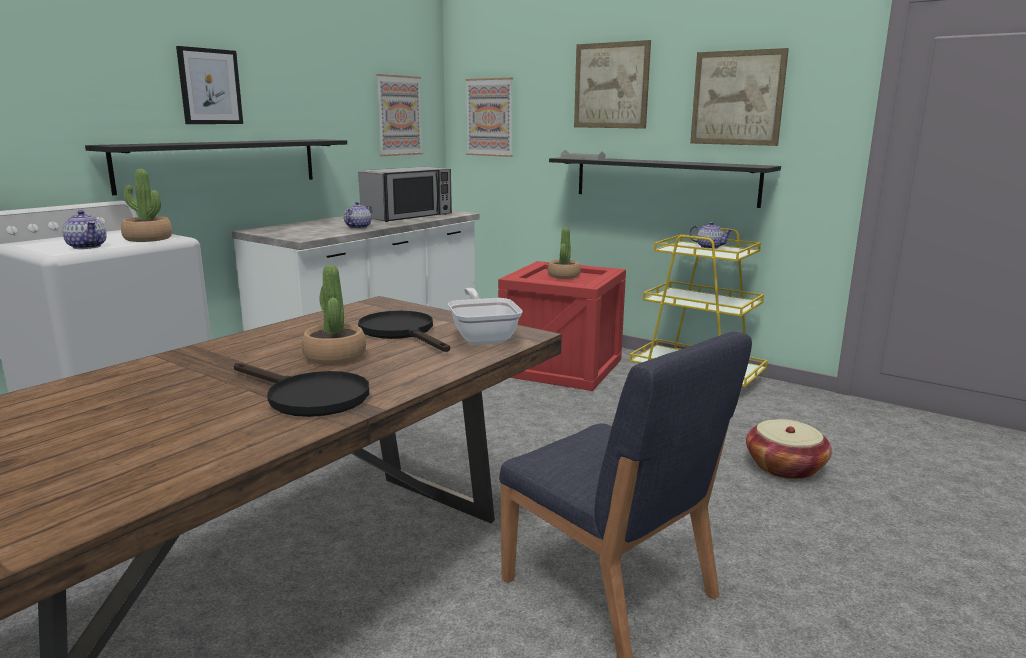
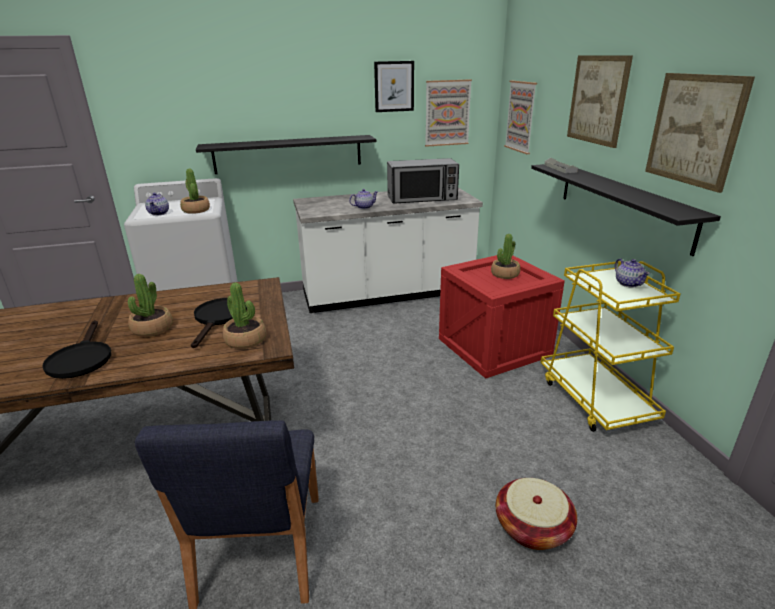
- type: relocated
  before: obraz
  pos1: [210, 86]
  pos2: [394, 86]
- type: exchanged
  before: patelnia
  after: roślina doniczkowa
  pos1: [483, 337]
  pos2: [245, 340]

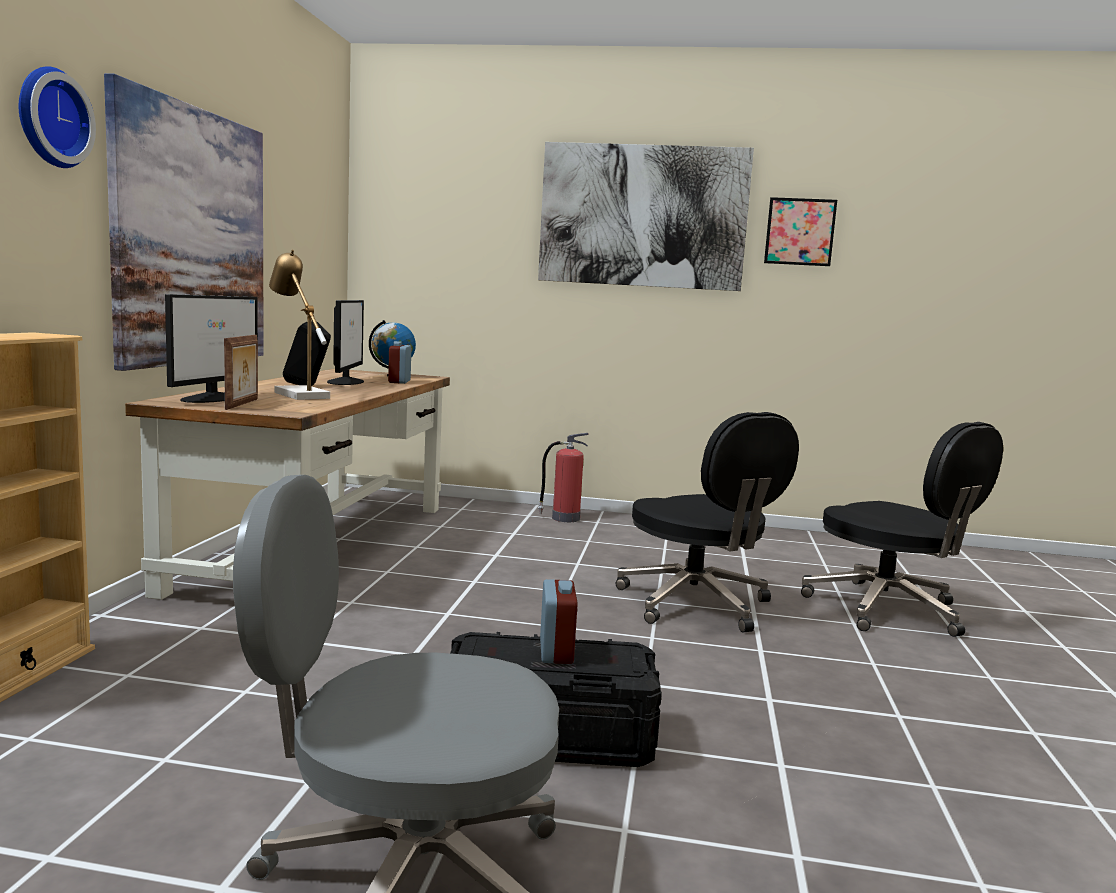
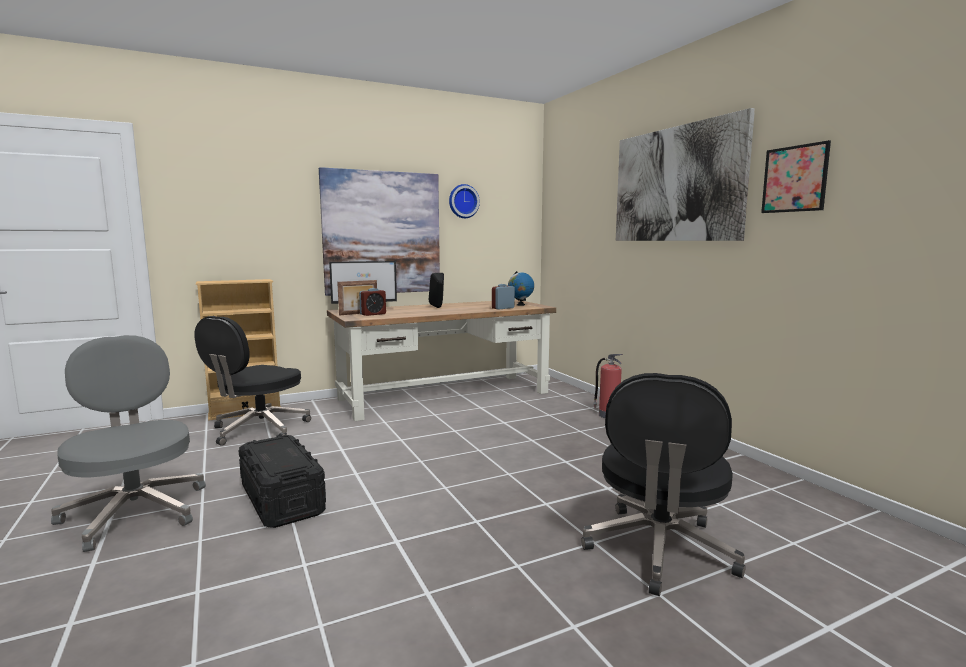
- type: relocated
  before: zegar ścienny
  pos1: [49, 118]
  pos2: [463, 201]
- type: missing
  before: lampa stołowa
  pos1: [297, 394]
- type: missing
  before: monitor
  pos1: [346, 381]
- type: relocated
  before: krzesło biurowe (czarny)
  pos1: [696, 604]
  pos2: [258, 430]
- type: relocated
  before: budzik
  pos1: [556, 651]
  pos2: [373, 314]

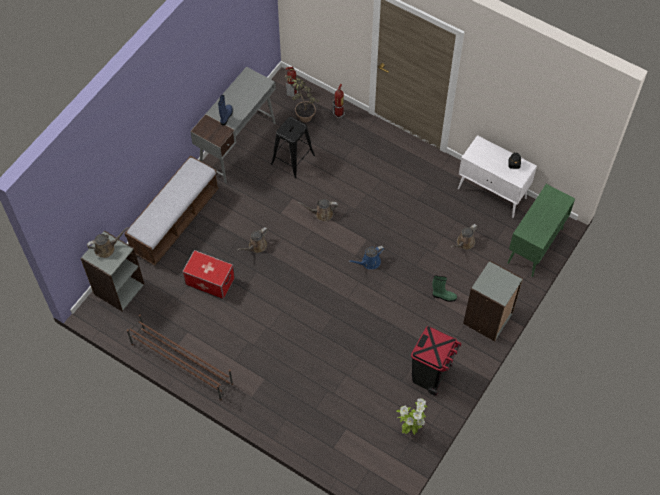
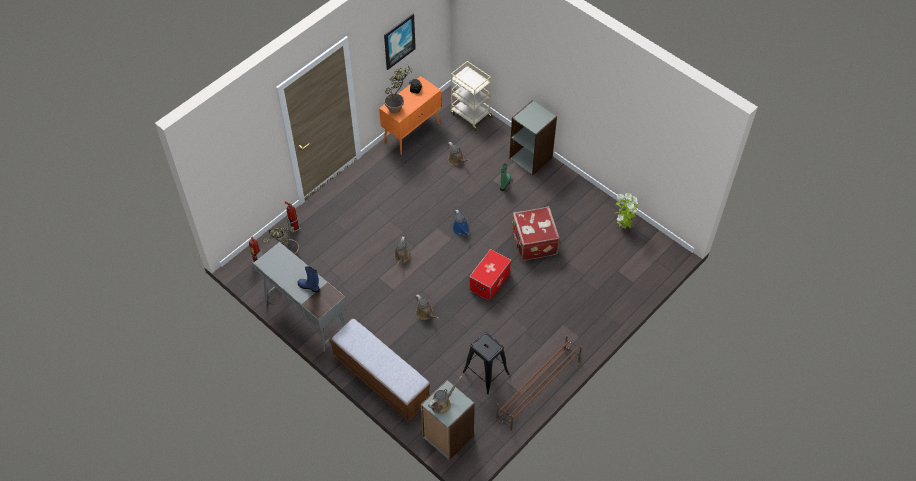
- type: relocated
  before: stołek (czarny)
  pos1: [293, 159]
  pos2: [485, 373]
- type: colour
  before: szafka (biały)
  after: szafka (pomarańczowy)
  pos1: [492, 193]
  pos2: [412, 132]
- type: exchanged
  before: szafka (zielony)
  after: wózek (beżowy)
  pos1: [535, 247]
  pos2: [470, 115]
- type: spun
  before: konewka (brązowy)
  pos1: [106, 248]
  pos2: [442, 403]
  turn: 60
- type: relocated
  before: pojemnik do przechowywania
  pos1: [209, 281]
  pos2: [489, 282]
- type: missing
  before: kosz na śmieci (czarny)
  pos1: [430, 375]
- type: appeared
  after: obraz
  pos2: [399, 41]
- type: appeared
  after: roślina doniczkowa
  pos2: [398, 107]
- type: appeared
  after: walizka (czerwony)
  pos2: [533, 242]

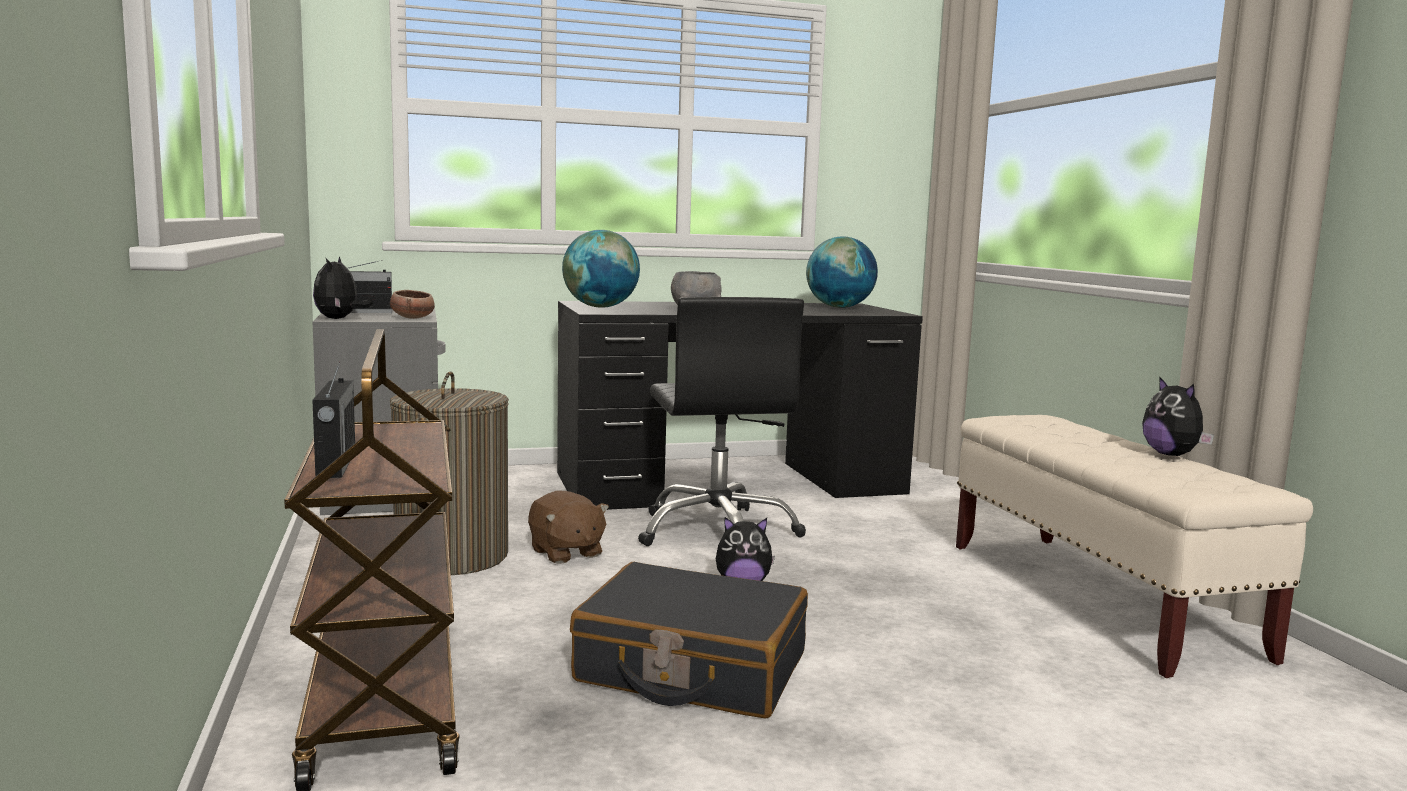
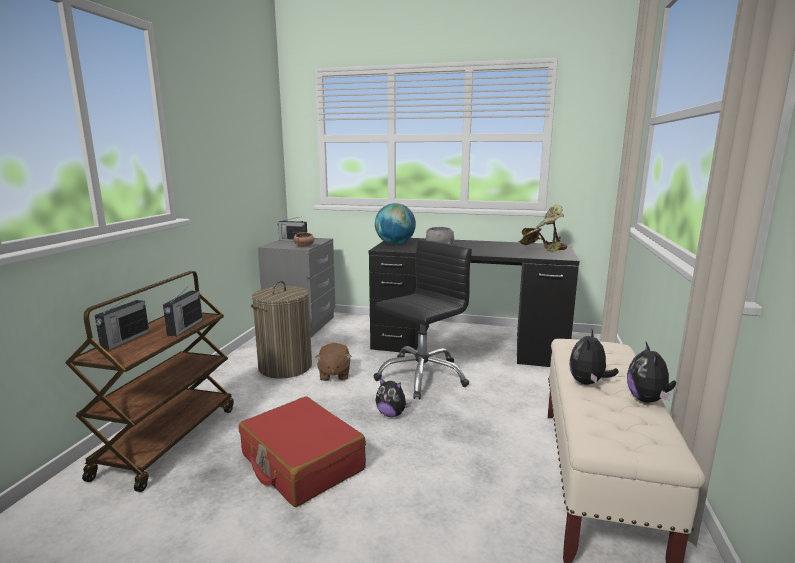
- type: exchanged
  before: globus
  after: roślina doniczkowa
  pos1: [839, 307]
  pos2: [541, 249]
- type: relocated
  before: pluszak
  pos1: [339, 319]
  pos2: [588, 383]
- type: spun
  before: krzesło biurowe (czarny)
  pos1: [718, 532]
  pos2: [421, 376]
  turn: -150
- type: colour
  before: walizka (czarny)
  after: walizka (czerwony)
  pos1: [691, 668]
  pos2: [301, 462]
- type: appeared
  after: radio
  pos2: [184, 327]

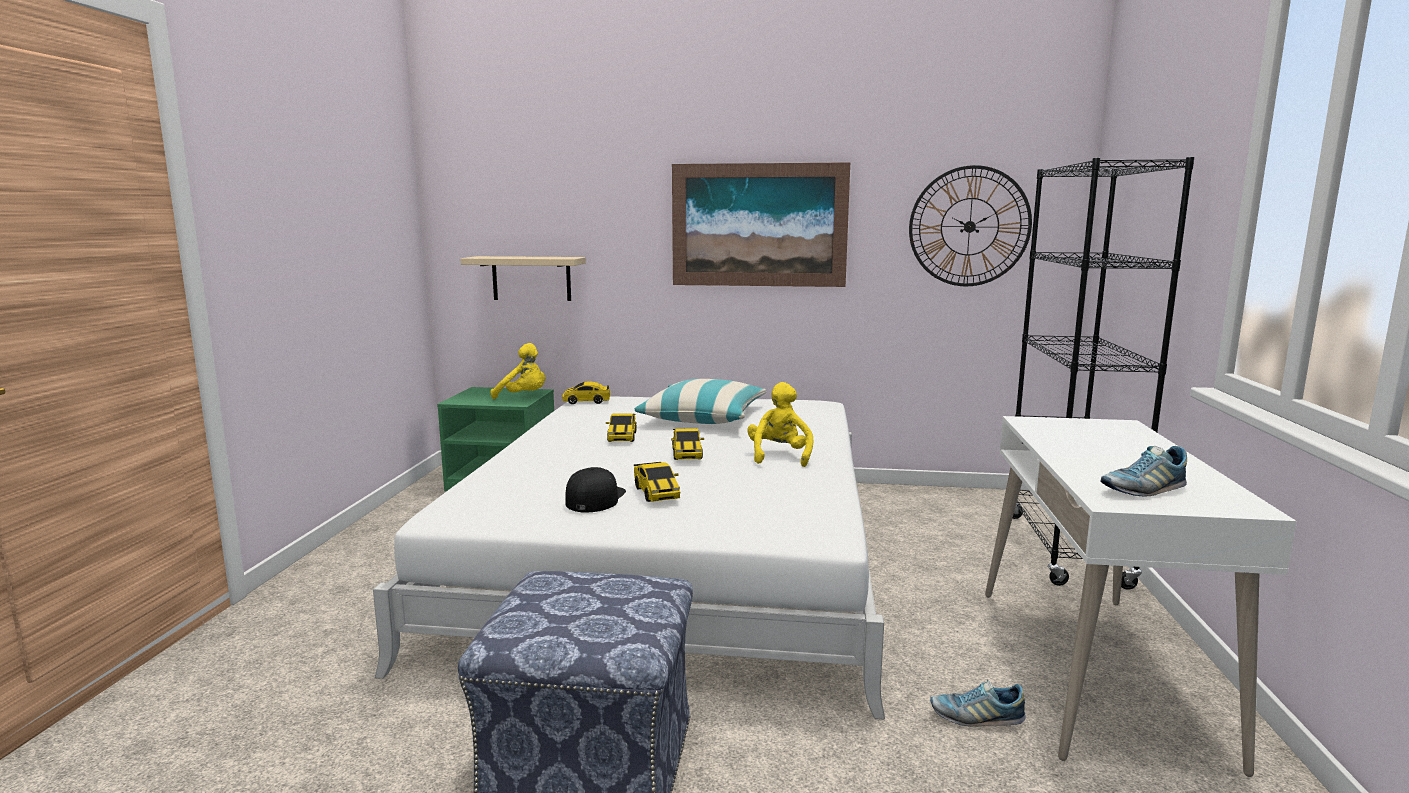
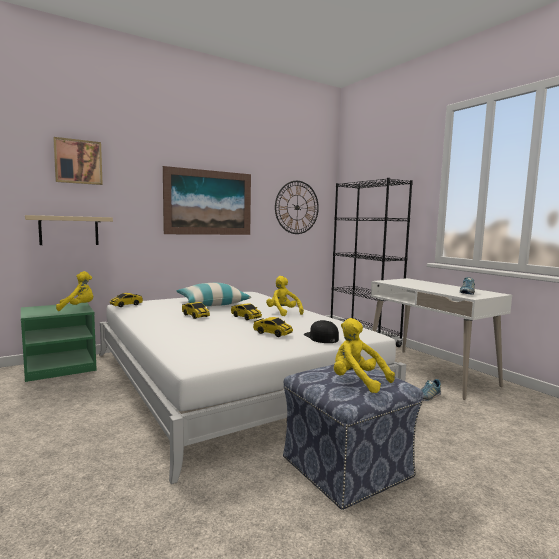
- type: relocated
  before: czapka z daszkiem (czarny)
  pos1: [595, 498]
  pos2: [321, 337]
- type: appeared
  after: obraz
  pos2: [78, 162]
- type: appeared
  after: pluszak (żółty)
  pos2: [357, 381]

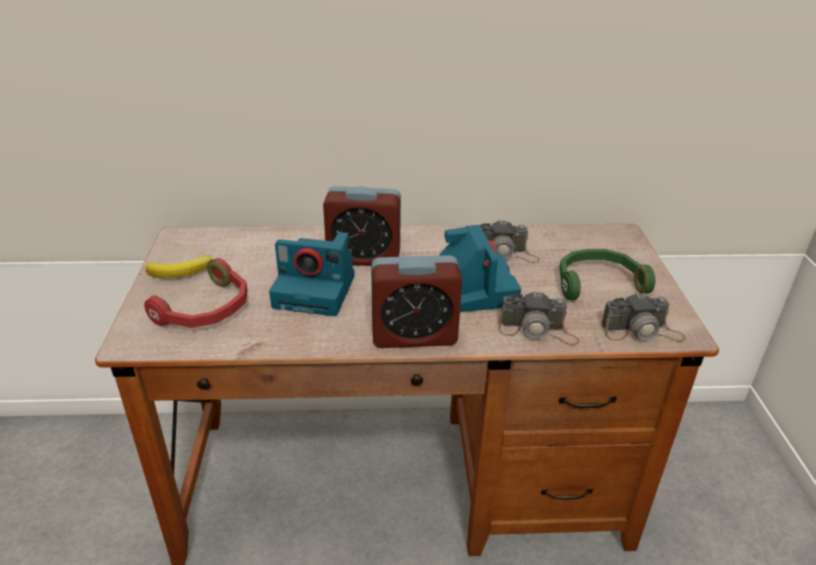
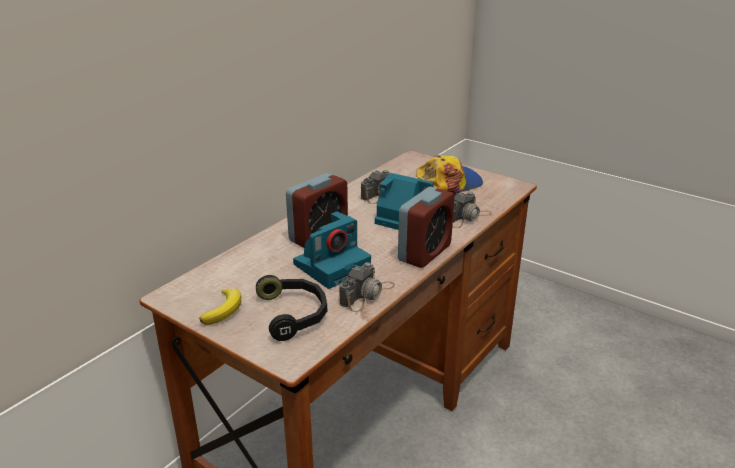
- type: exchanged
  before: słuchawki (zielony)
  after: czapka z daszkiem
  pos1: [597, 283]
  pos2: [448, 184]
- type: colour
  before: słuchawki (czerwony)
  after: słuchawki (czarny)
  pos1: [207, 310]
  pos2: [294, 314]
- type: relocated
  before: aparat fotograficzny
  pos1: [642, 331]
  pos2: [367, 294]

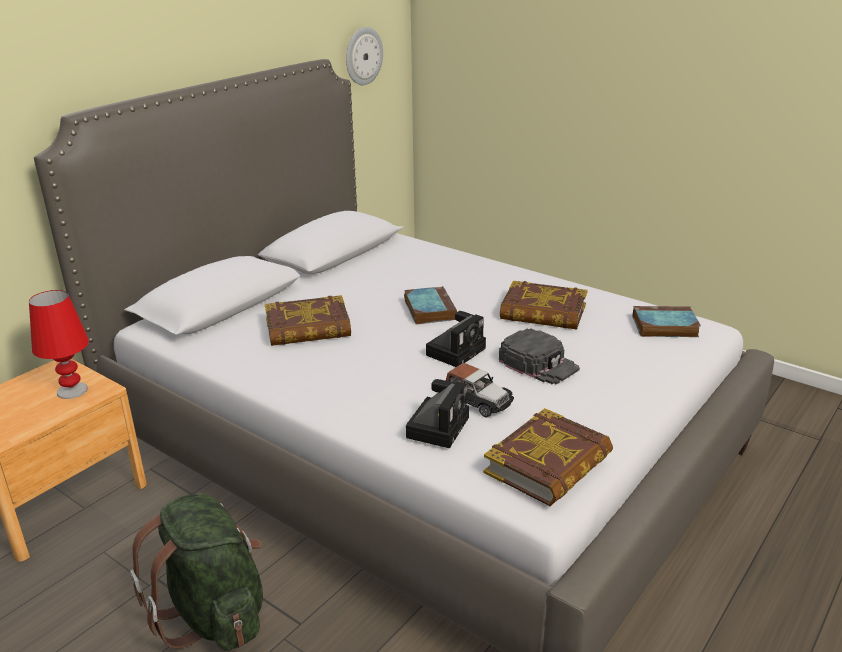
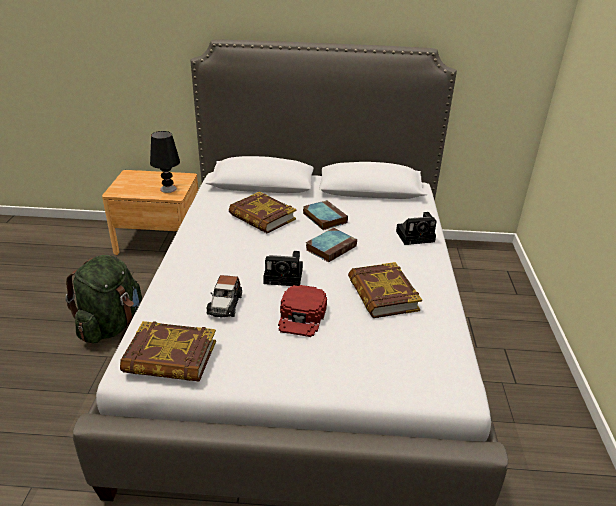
- type: missing
  before: zegar ścienny
  pos1: [363, 56]
- type: colour
  before: lampa stołowa (czerwony)
  after: lampa stołowa (czarny)
  pos1: [72, 390]
  pos2: [168, 189]
- type: relocated
  before: książka
  pos1: [663, 326]
  pos2: [324, 217]
- type: colour
  before: czapka z daszkiem (czarny)
  after: czapka z daszkiem (czerwony)
  pos1: [539, 363]
  pos2: [302, 316]
- type: relocated
  before: aparat fotograficzny
  pos1: [438, 426]
  pos2: [416, 236]

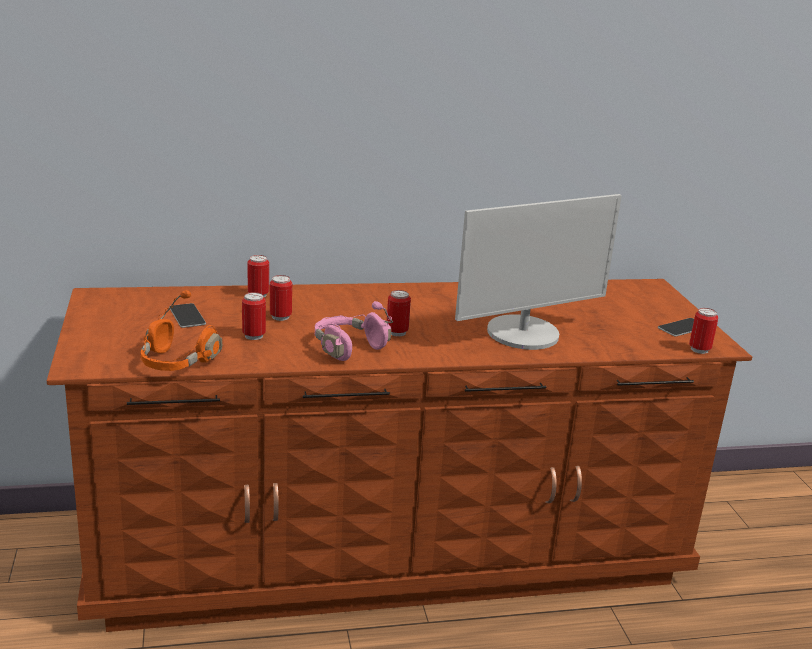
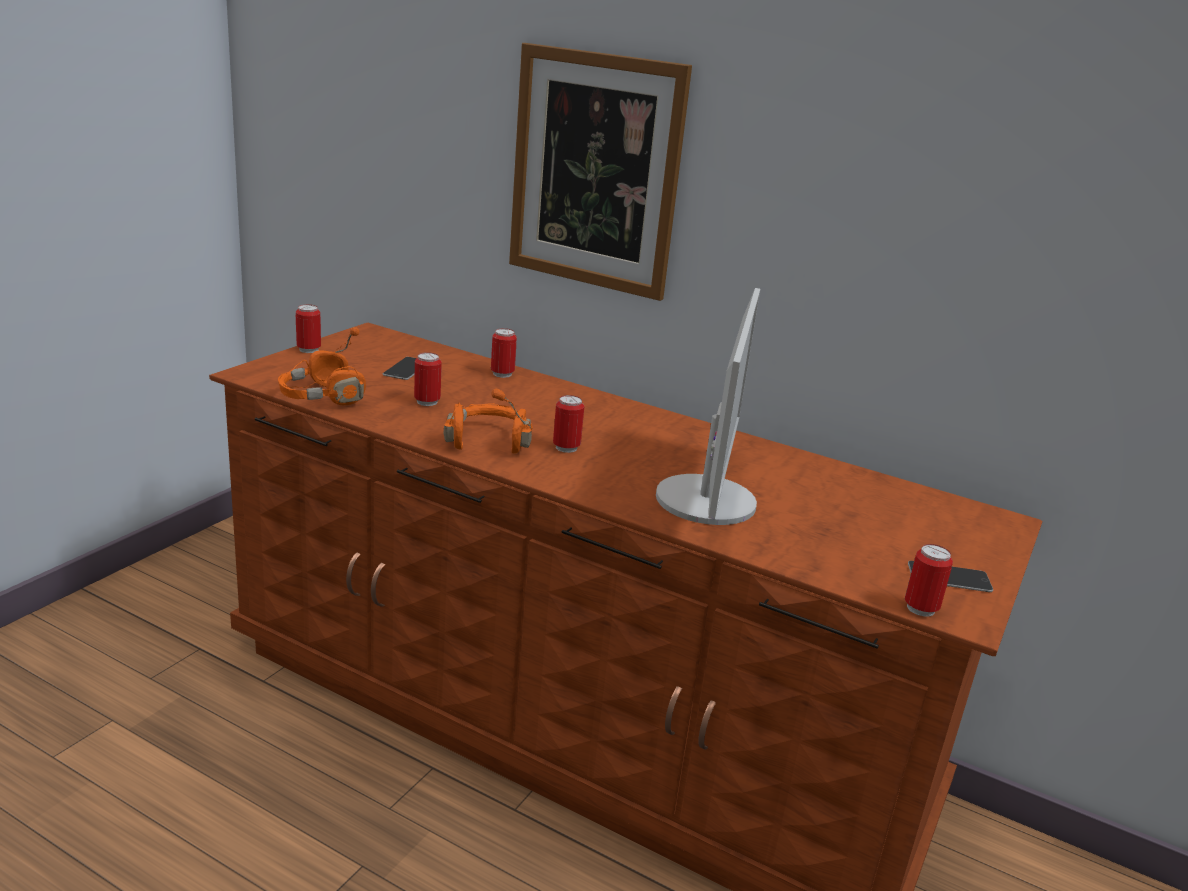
- type: spun
  before: monitor
  pos1: [524, 333]
  pos2: [707, 501]
  turn: -90
- type: relocated
  before: puszka
  pos1: [280, 317]
  pos2: [308, 350]
- type: colour
  before: słuchawki (różowy)
  after: słuchawki (pomarańczowy)
  pos1: [347, 347]
  pos2: [488, 441]
- type: appeared
  after: obraz
  pos2: [595, 172]

